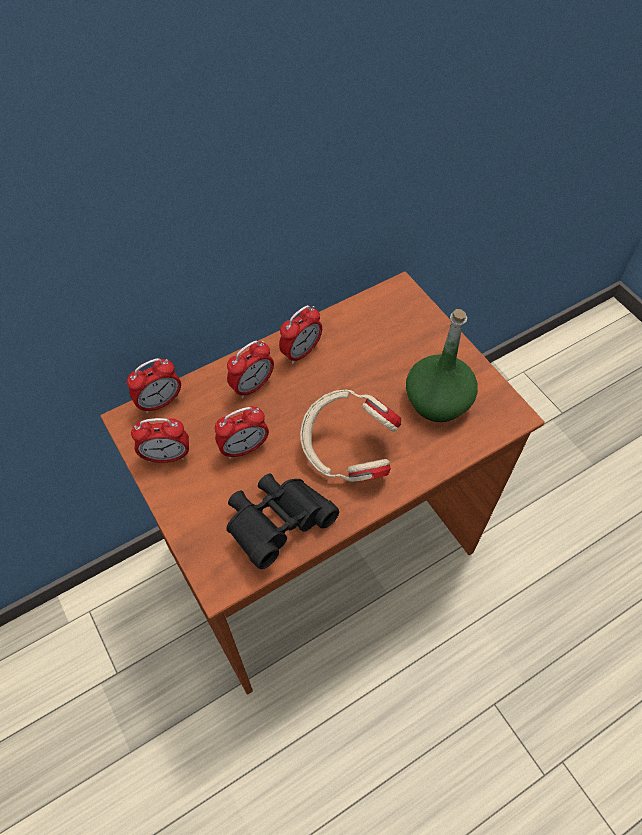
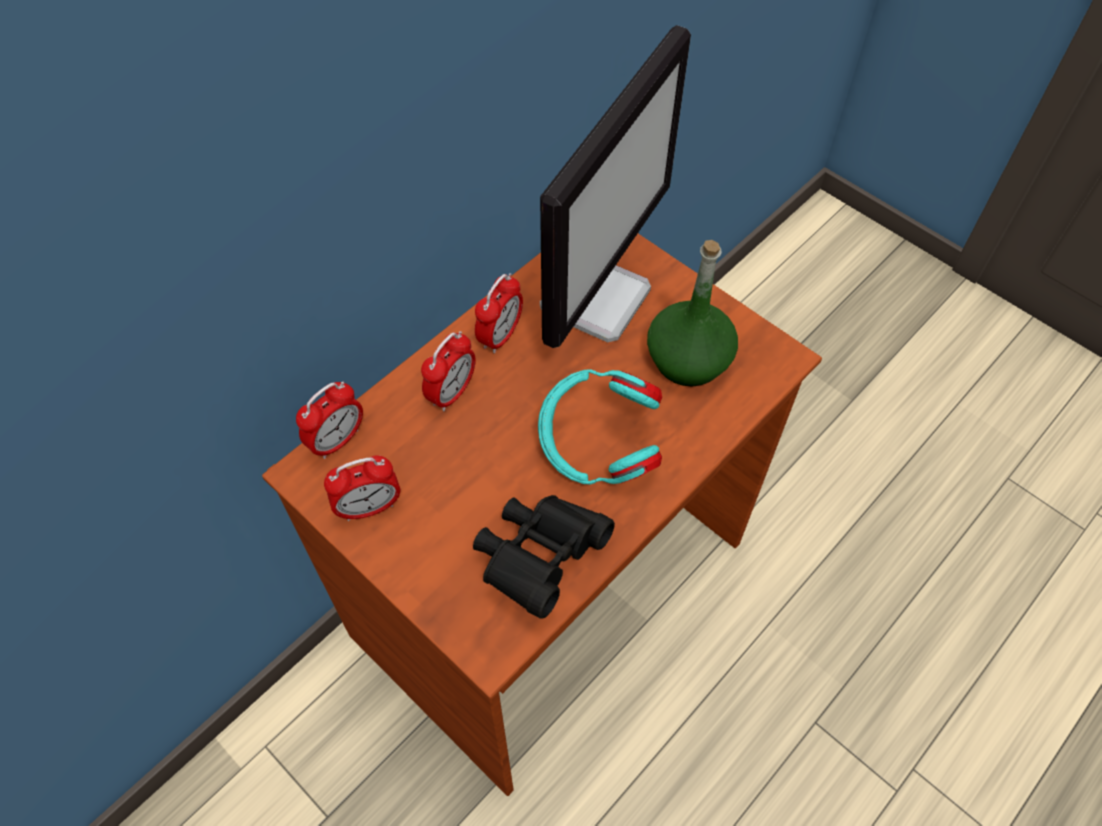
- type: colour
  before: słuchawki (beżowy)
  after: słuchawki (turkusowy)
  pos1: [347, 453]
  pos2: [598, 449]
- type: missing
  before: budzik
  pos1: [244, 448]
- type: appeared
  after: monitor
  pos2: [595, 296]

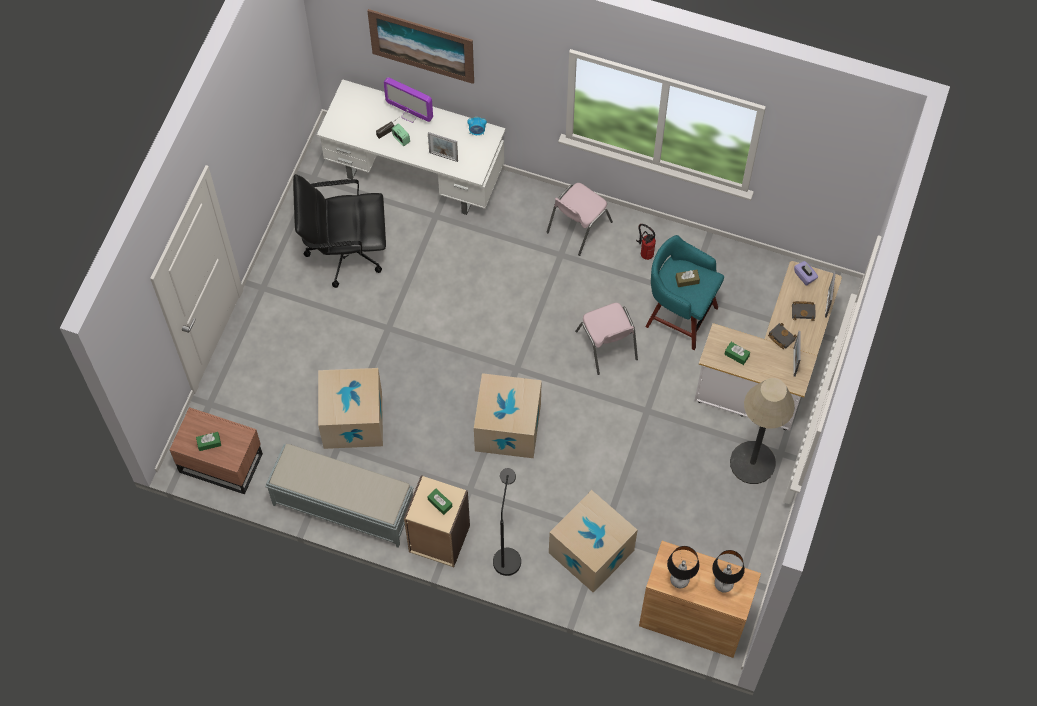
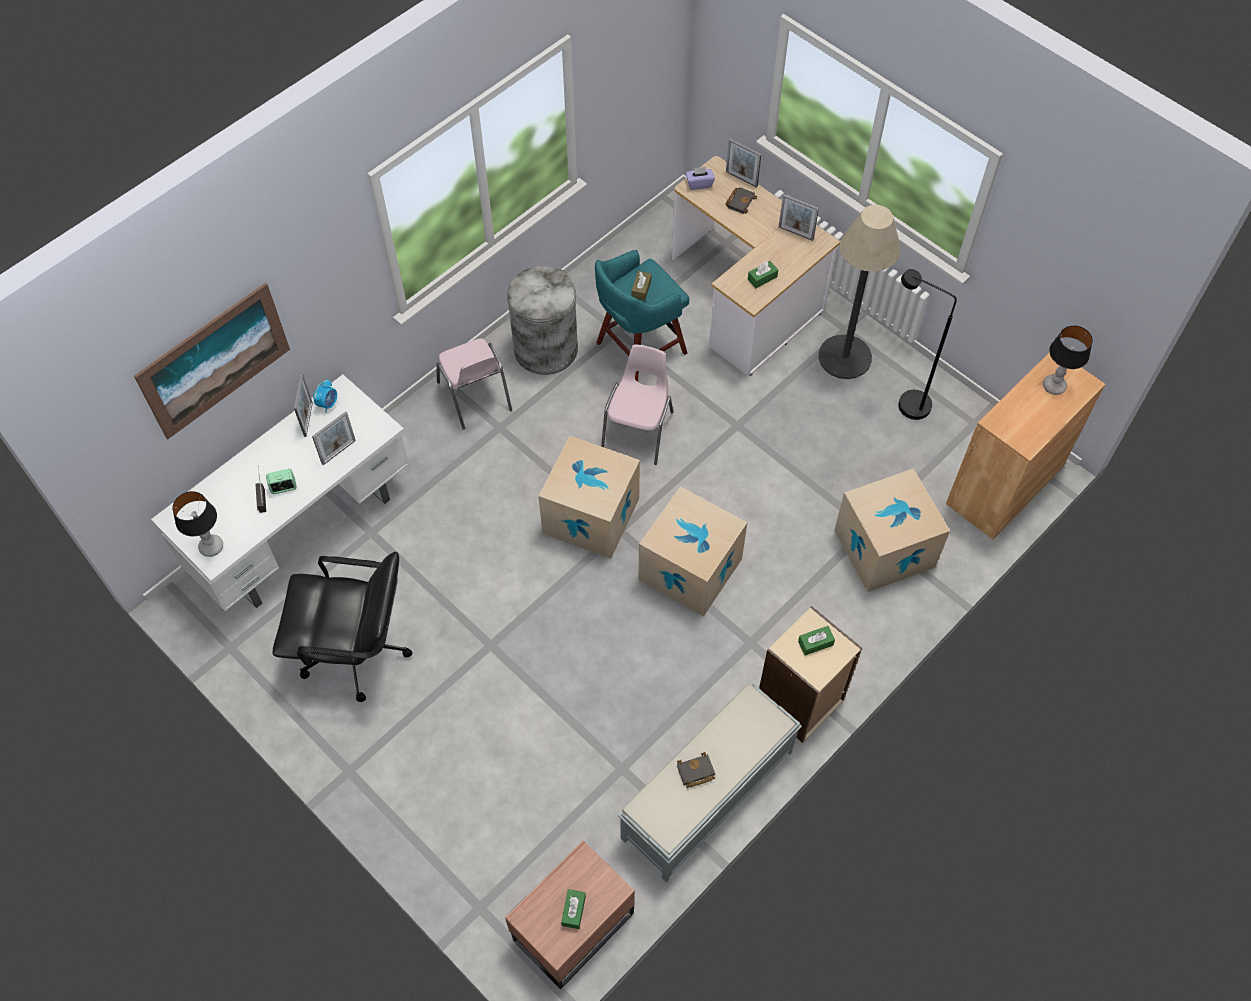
- type: missing
  before: monitor
  pos1: [410, 114]
- type: spun
  before: krzesło biurowe (czarny)
  pos1: [344, 251]
  pos2: [356, 652]
  turn: -105
- type: exchanged
  before: gaśnica
  after: kosz na śmieci (szary)
  pos1: [645, 253]
  pos2: [546, 348]
- type: spun
  before: krzesło (różowy)
  pos1: [607, 346]
  pos2: [639, 430]
  turn: -75
- type: relocated
  before: książka (czarny)
  pos1: [780, 337]
  pos2: [695, 772]
- type: relocated
  before: karton
  pos1: [353, 420]
  pos2: [591, 516]
- type: relocated
  before: lampa stojąca (czarny)
  pos1: [507, 554]
  pos2: [905, 402]
- type: relocated
  before: lampa stołowa
  pos1: [680, 579]
  pos2: [211, 546]
- type: appeared
  after: ramka na zdjęcie
  pos2: [308, 419]

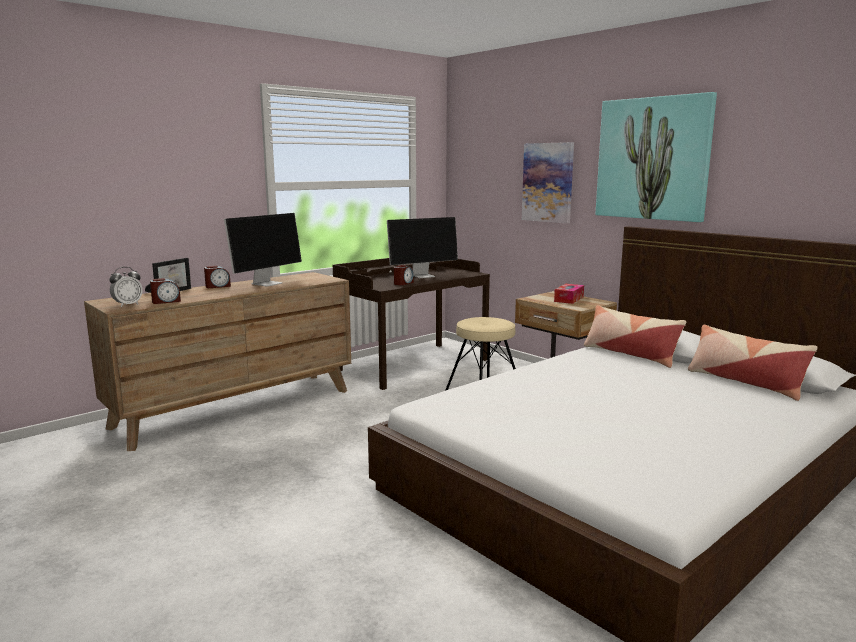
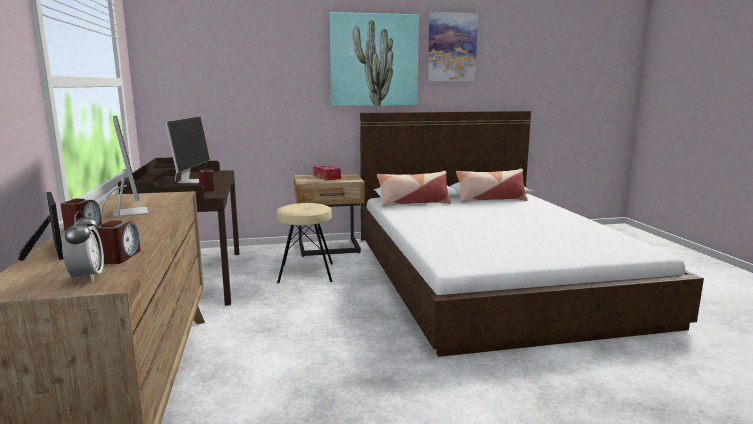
- type: relocated
  before: obraz
  pos1: [548, 182]
  pos2: [452, 47]

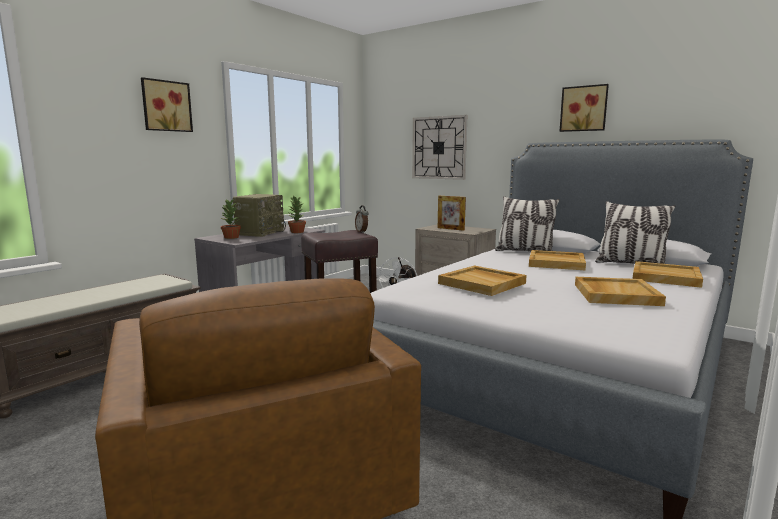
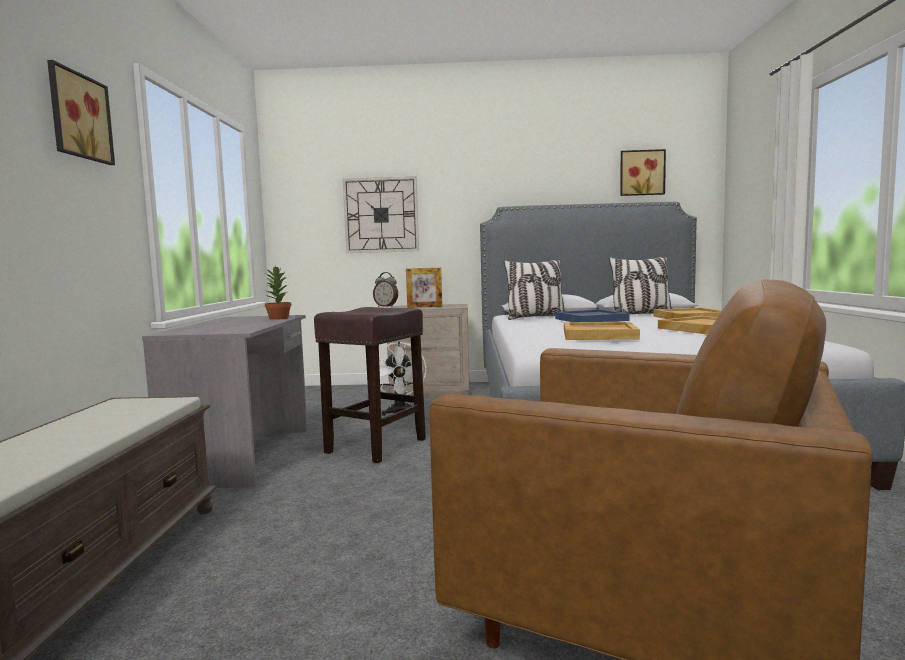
- type: relocated
  before: obraz
  pos1: [584, 108]
  pos2: [641, 173]
- type: missing
  before: radio
  pos1: [260, 233]
- type: missing
  before: roślina doniczkowa
  pos1: [231, 237]
- type: colour
  before: taca (beżowy)
  after: taca (niebieski)
  pos1: [557, 263]
  pos2: [591, 319]

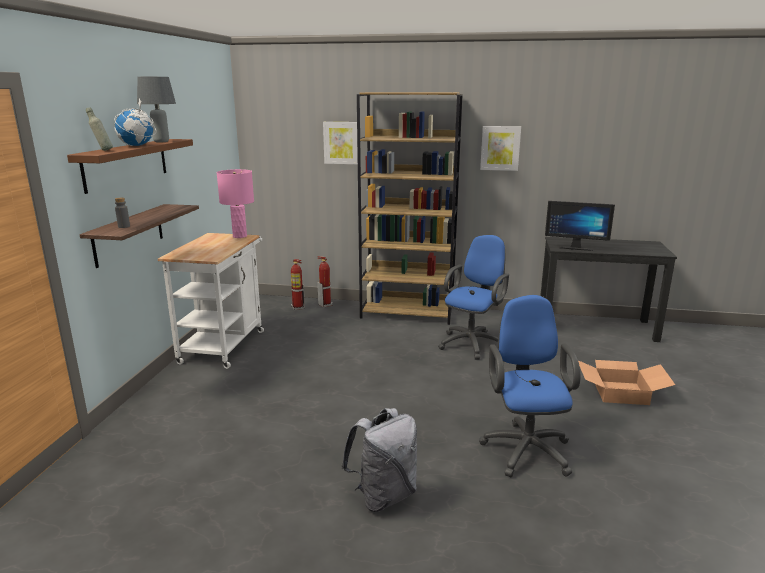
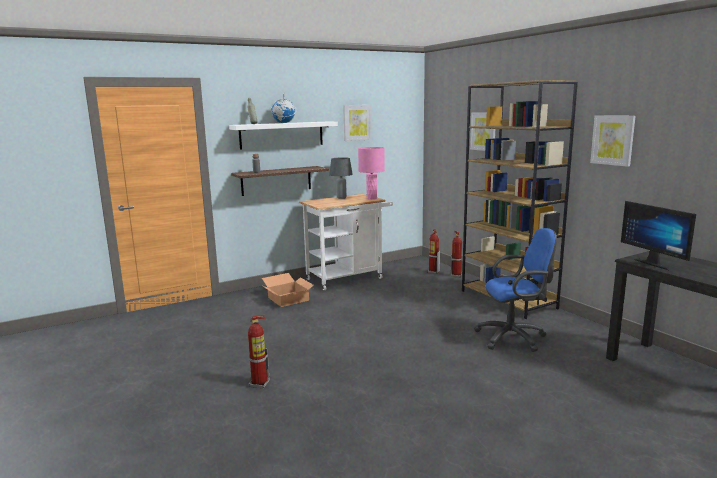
- type: relocated
  before: lampa stołowa (szary)
  pos1: [161, 141]
  pos2: [341, 198]
- type: colour
  before: półka (brązowy)
  after: półka (biały)
  pos1: [126, 164]
  pos2: [282, 135]
- type: missing
  before: krzesło biurowe (niebieski)
  pos1: [525, 448]
- type: relocated
  before: karton
  pos1: [621, 392]
  pos2: [289, 299]
- type: exchanged
  before: plecak (szary)
  after: gaśnica
  pos1: [383, 495]
  pos2: [260, 384]
- type: appeared
  after: obraz
  pos2: [357, 122]

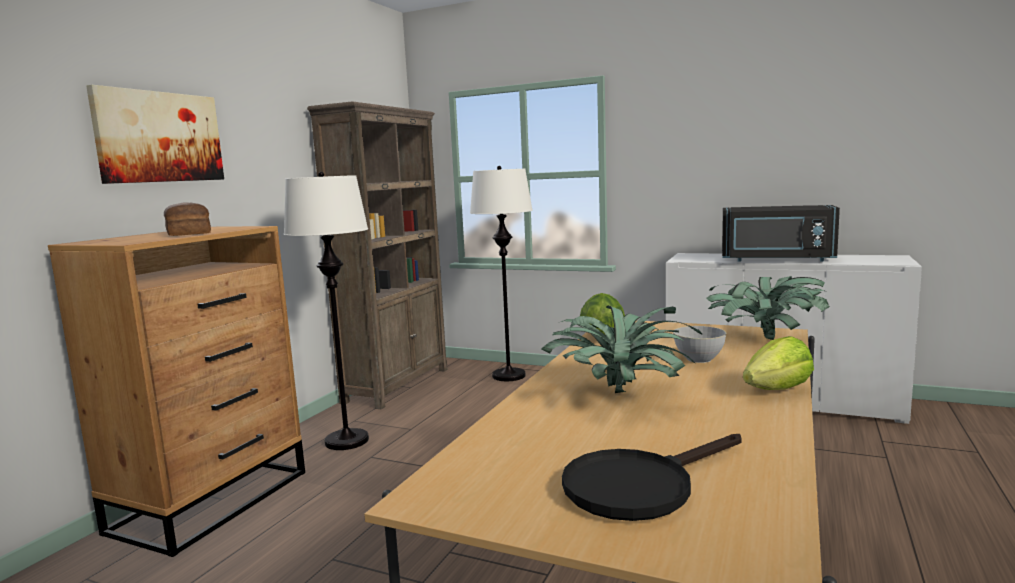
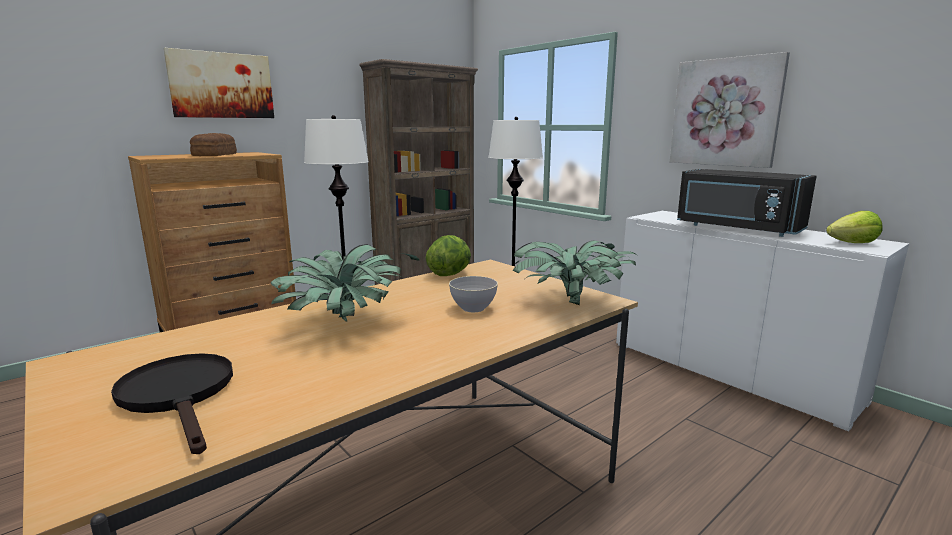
- type: relocated
  before: sałata
  pos1: [777, 390]
  pos2: [852, 243]
- type: spun
  before: patelnia (czarny)
  pos1: [640, 485]
  pos2: [180, 395]
  turn: 60
- type: appeared
  after: obraz
  pos2: [725, 112]

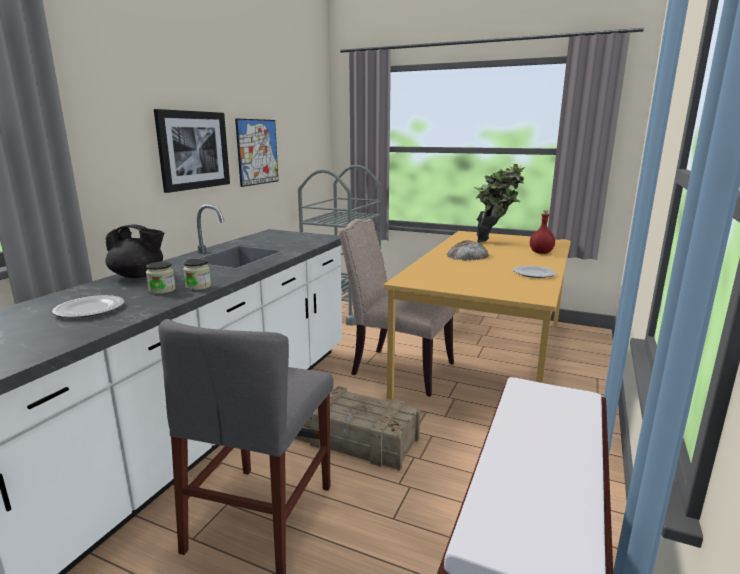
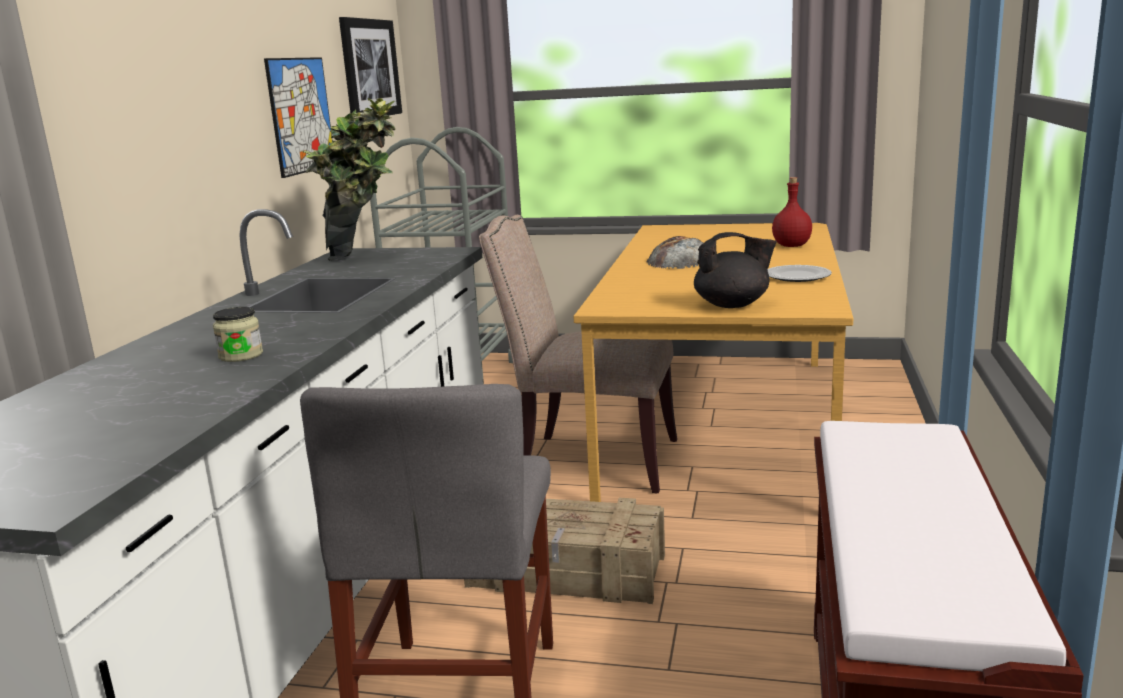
- type: relocated
  before: obraz
  pos1: [193, 150]
  pos2: [369, 68]
- type: relocated
  before: roślina doniczkowa
  pos1: [494, 242]
  pos2: [366, 257]
- type: relocated
  before: imbryk (czarny)
  pos1: [138, 276]
  pos2: [733, 305]
- type: missing
  before: słoik
  pos1: [198, 286]
- type: missing
  before: talerz
  pos1: [91, 309]

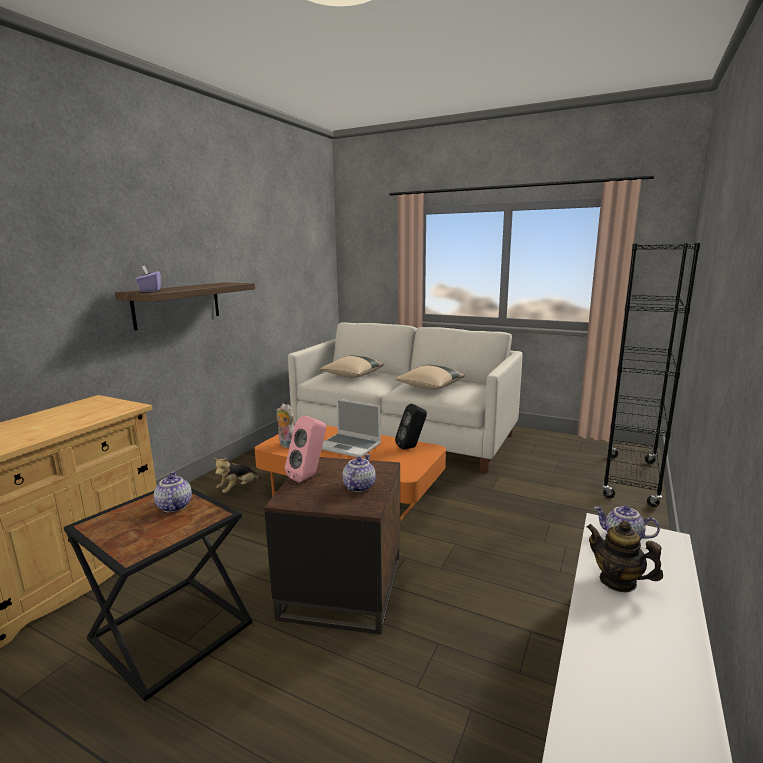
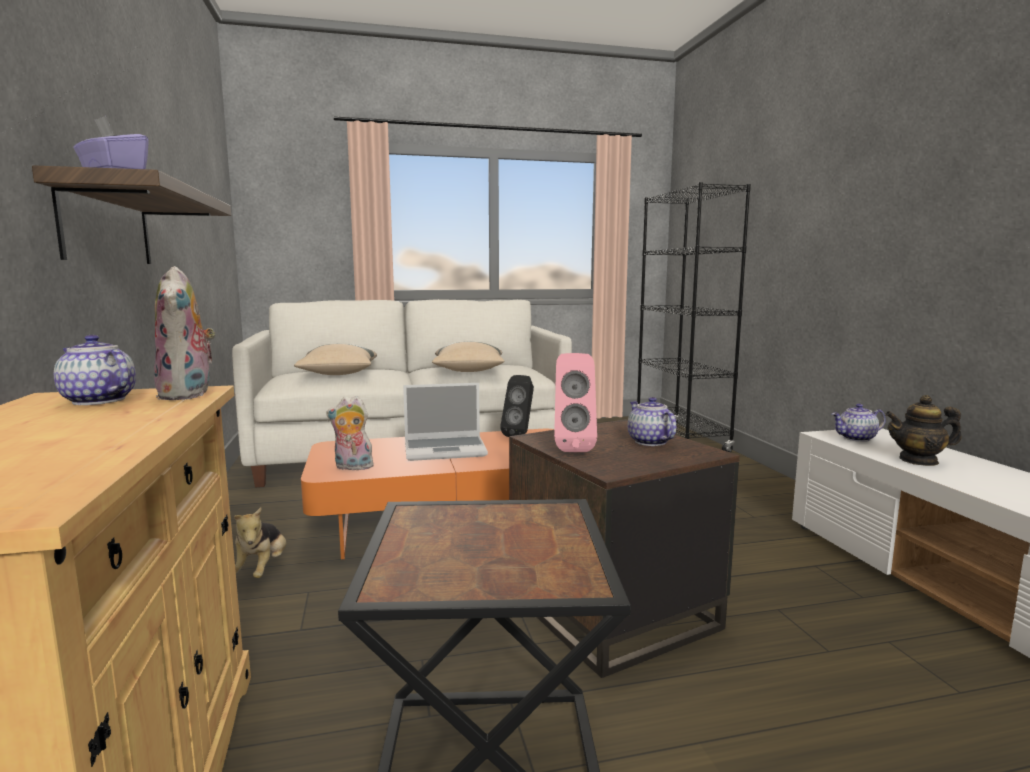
- type: relocated
  before: imbryk
  pos1: [173, 506]
  pos2: [96, 401]
- type: appeared
  after: pluszak
  pos2: [188, 394]

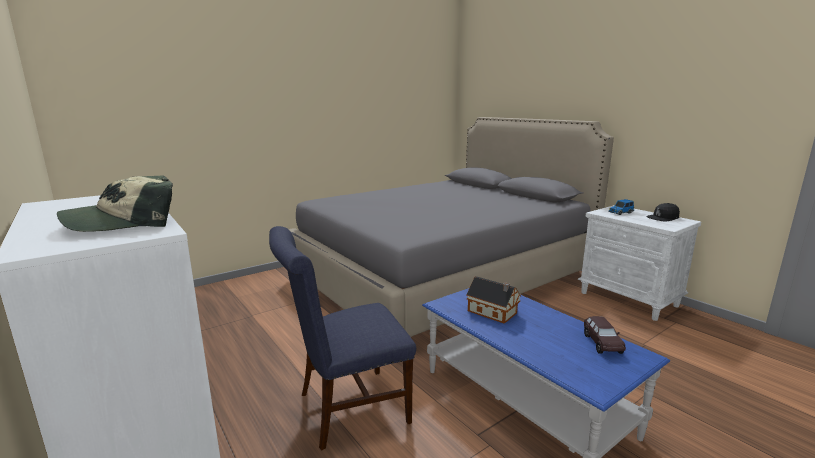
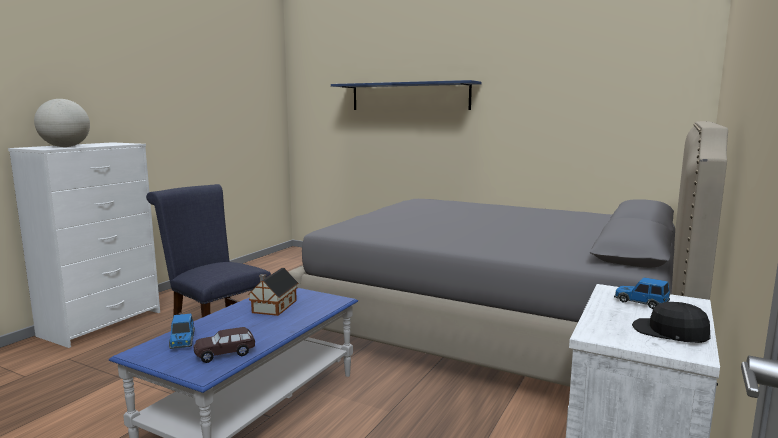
- type: exchanged
  before: czapka z daszkiem
  after: globus
  pos1: [124, 222]
  pos2: [65, 147]
- type: appeared
  after: półka (niebieski)
  pos2: [409, 96]
- type: appeared
  after: samochodzik
  pos2: [182, 341]

